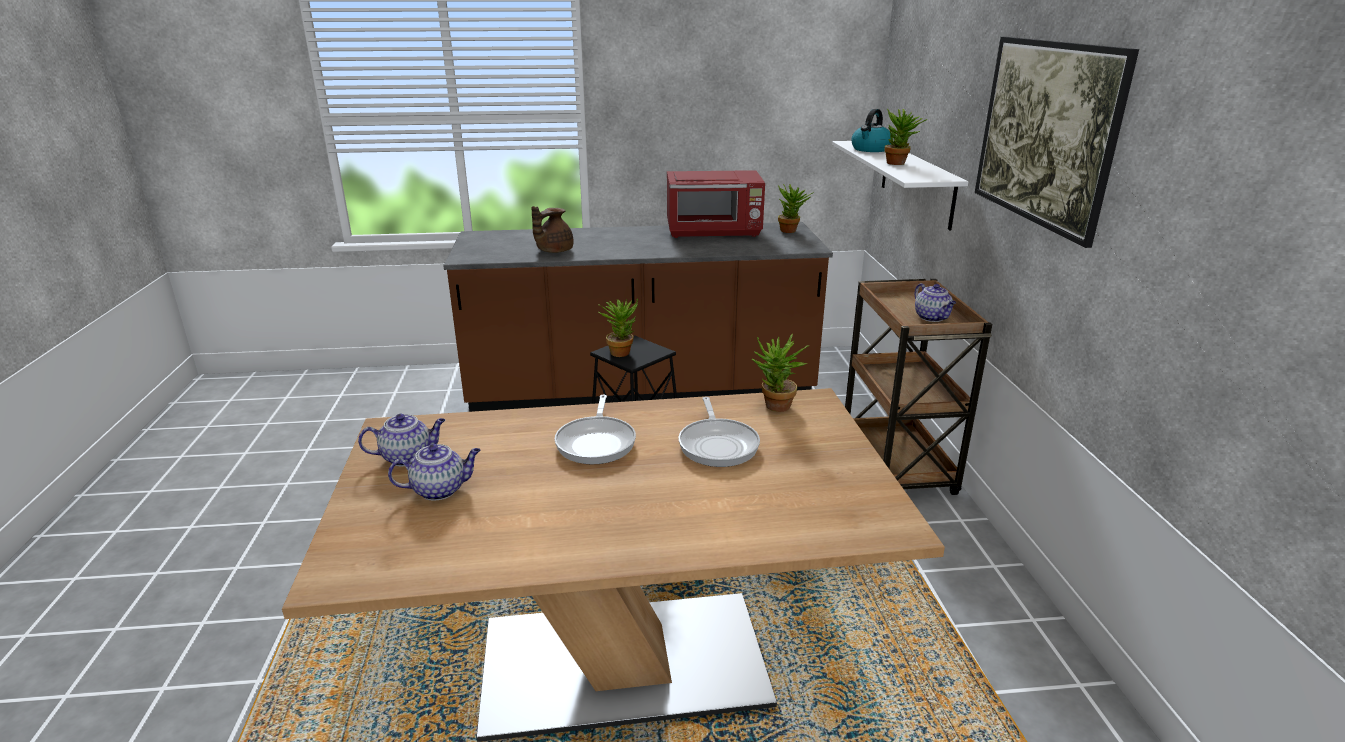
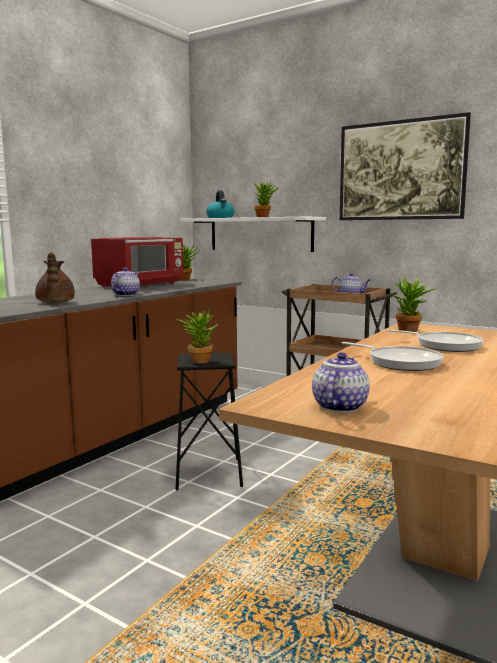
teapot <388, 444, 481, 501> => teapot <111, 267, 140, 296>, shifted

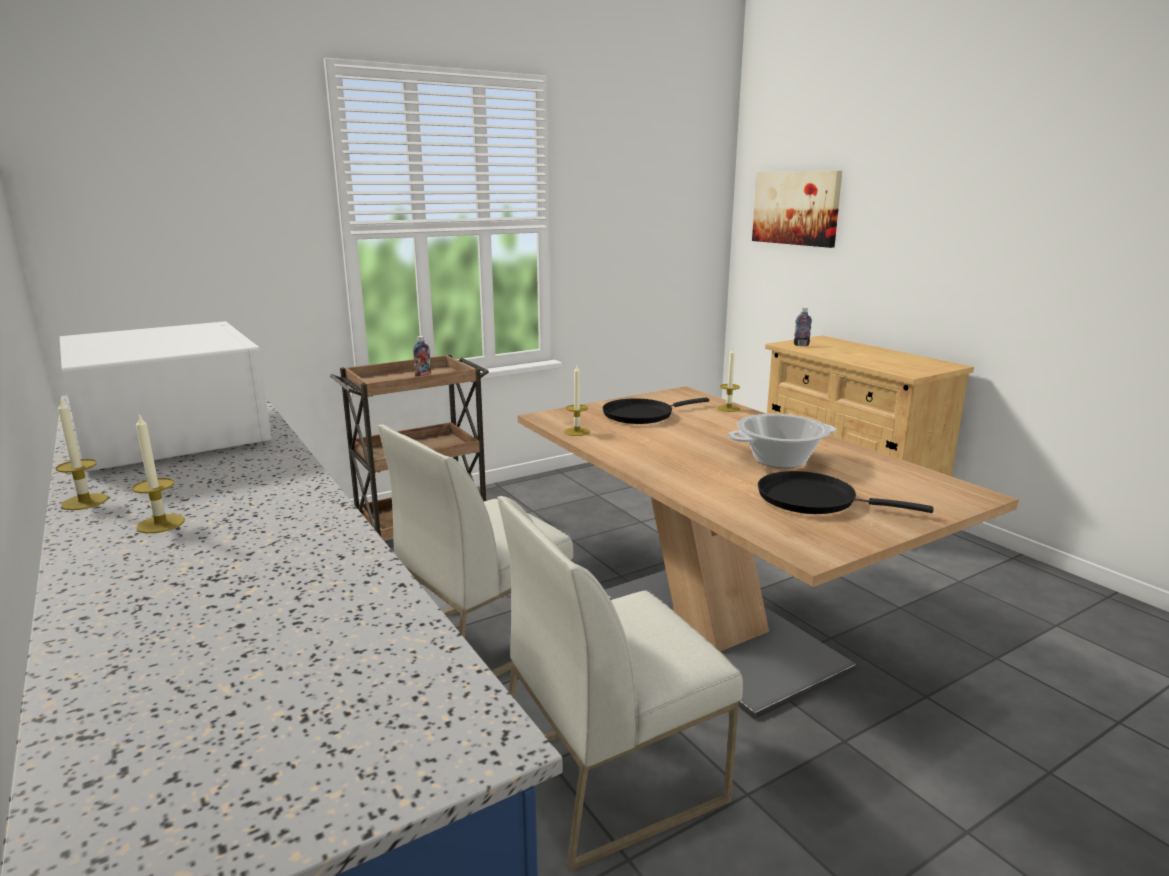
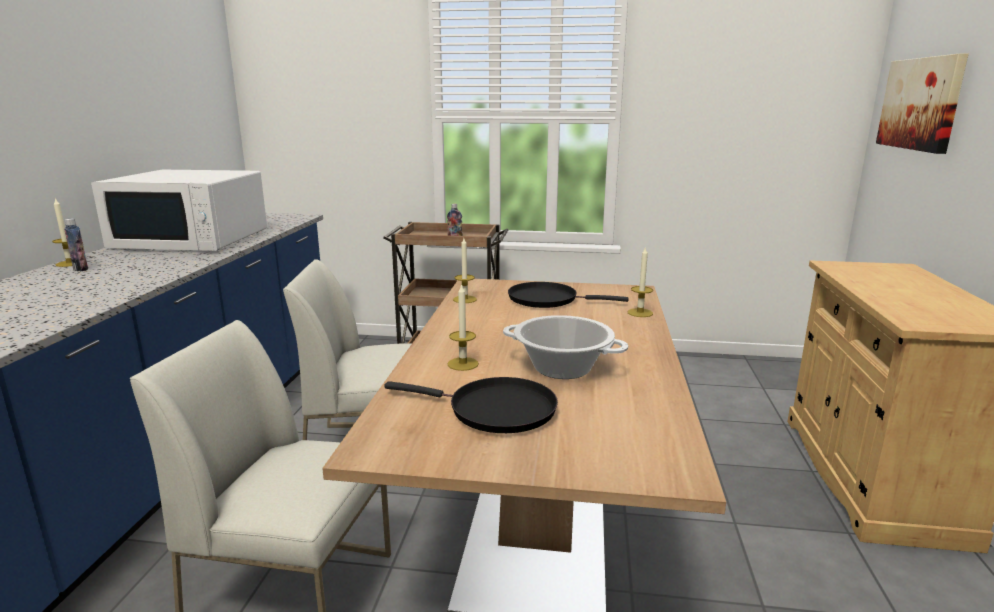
white_microwave <60, 321, 272, 472> => white_microwave <91, 170, 267, 251>, 90 degrees clockwise
candle <132, 413, 185, 533> => candle <448, 283, 479, 371>, shifted
black_frying_pan <758, 471, 933, 514> => black_frying_pan <384, 377, 558, 433>, 135 degrees clockwise
bottle <794, 308, 812, 346> => bottle <64, 219, 88, 271>, shifted

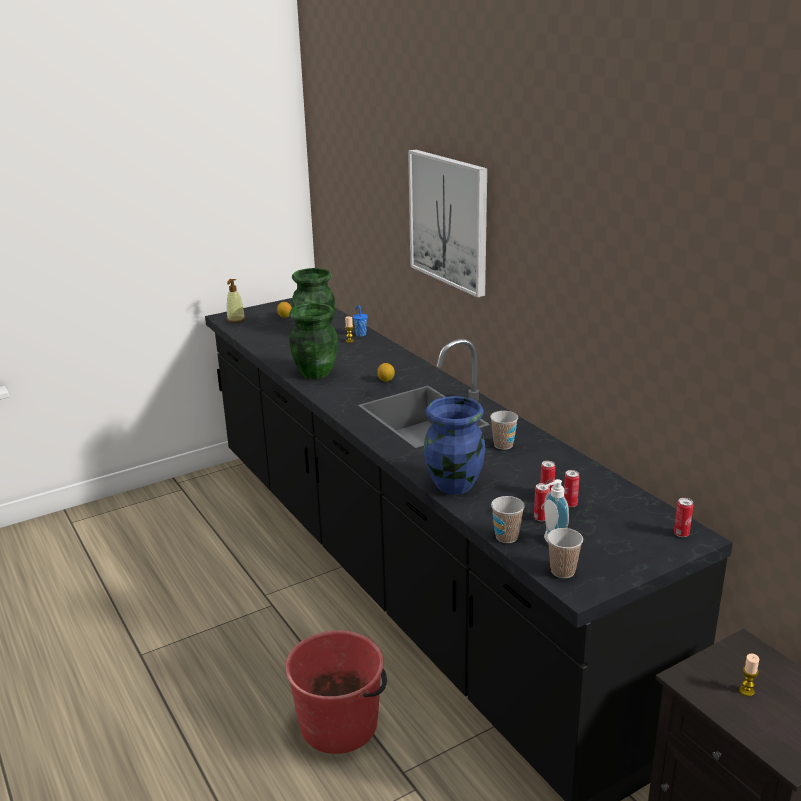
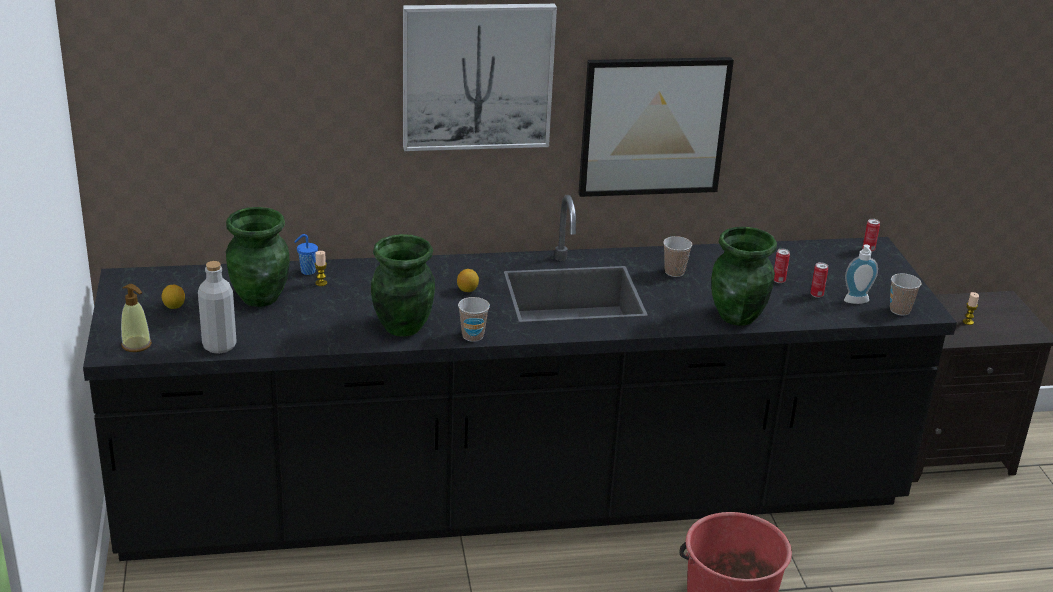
blue_vase <424, 396, 485, 495> => green_vase <711, 227, 777, 326>
cup <491, 496, 525, 543> => cup <458, 297, 490, 342>, shifted
can <564, 470, 580, 507> => nothing
nothing => grey_bottle <198, 261, 237, 354>
nothing => picture <578, 57, 734, 197>

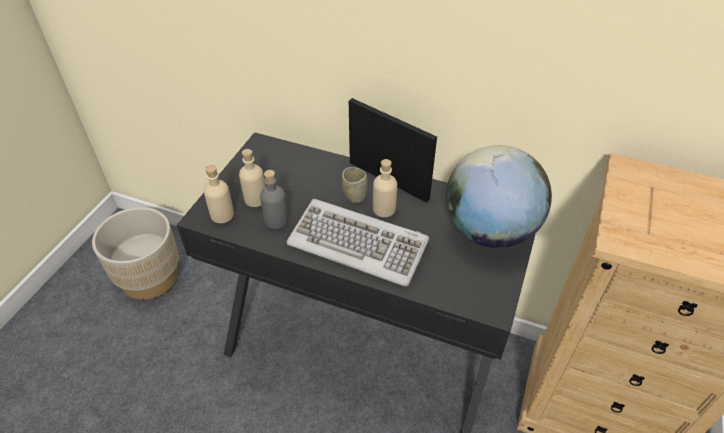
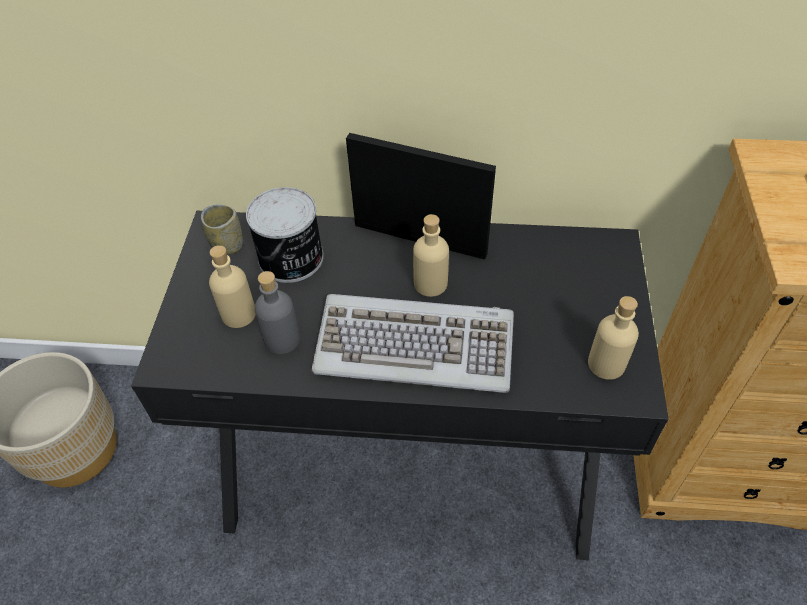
beige_bottle <204, 165, 234, 223> => beige_bottle <588, 296, 639, 380>, shifted
cup <342, 167, 367, 203> => cup <201, 204, 243, 254>, shifted
globe <446, 145, 552, 248> => nothing
nothing => can <246, 187, 324, 283>

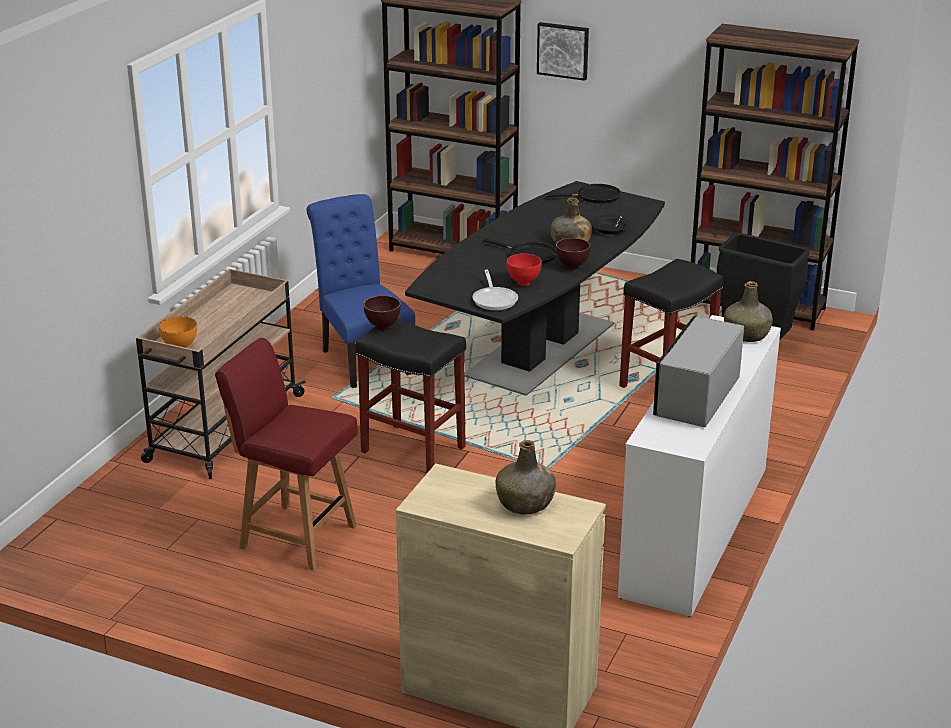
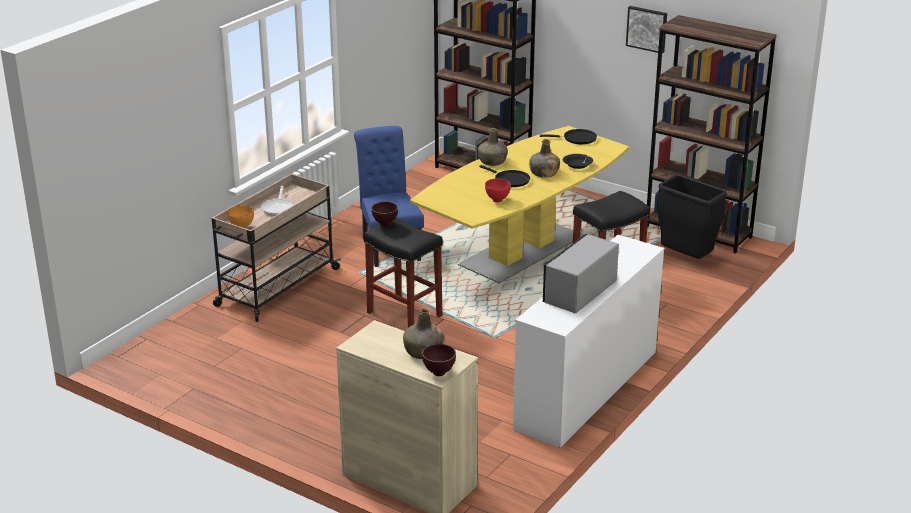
red_chair <215, 338, 358, 571> => nothing
black_dining_table <405, 181, 665, 396> => yellow_dining_table <410, 126, 629, 283>
frying_pan <472, 270, 518, 311> => frying_pan <261, 186, 294, 216>, shifted
picture <537, 22, 589, 81> => picture <626, 6, 667, 53>, shifted
brown_bowl <556, 238, 590, 270> => brown_bowl <422, 344, 456, 376>, shifted
green_bottle <724, 281, 773, 342> => green_bottle <478, 128, 508, 166>, shifted

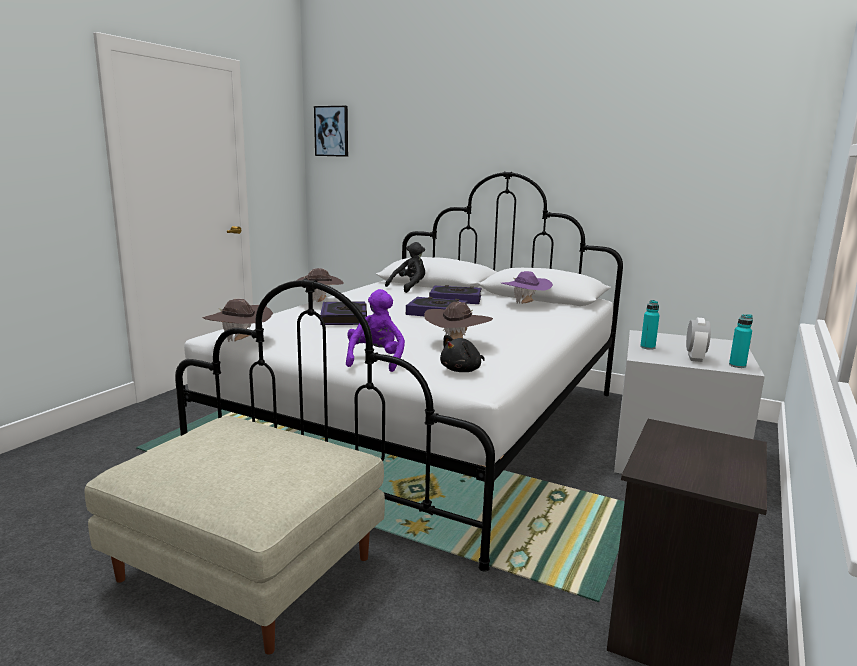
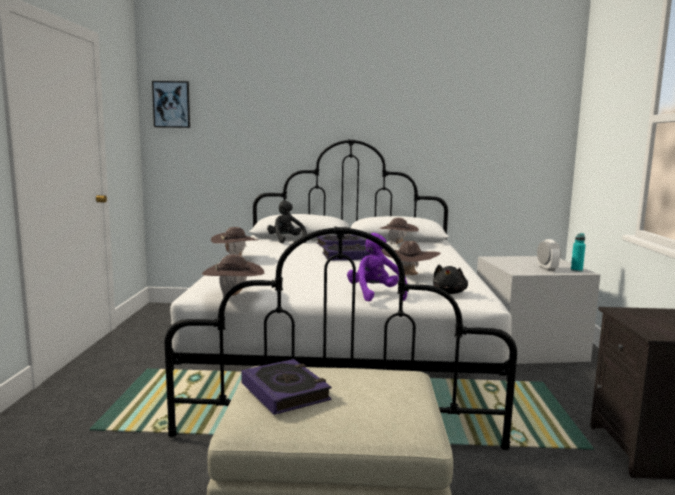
book <320, 302, 367, 325> => book <241, 359, 332, 415>, shifted
black_plush_toy <385, 242, 425, 293> => black_plush_toy <267, 200, 307, 244>, 45 degrees counterclockwise
purple_hat <501, 271, 553, 304> => brown_hat <378, 218, 419, 245>
turquoise_bottle <640, 300, 660, 350> => nothing

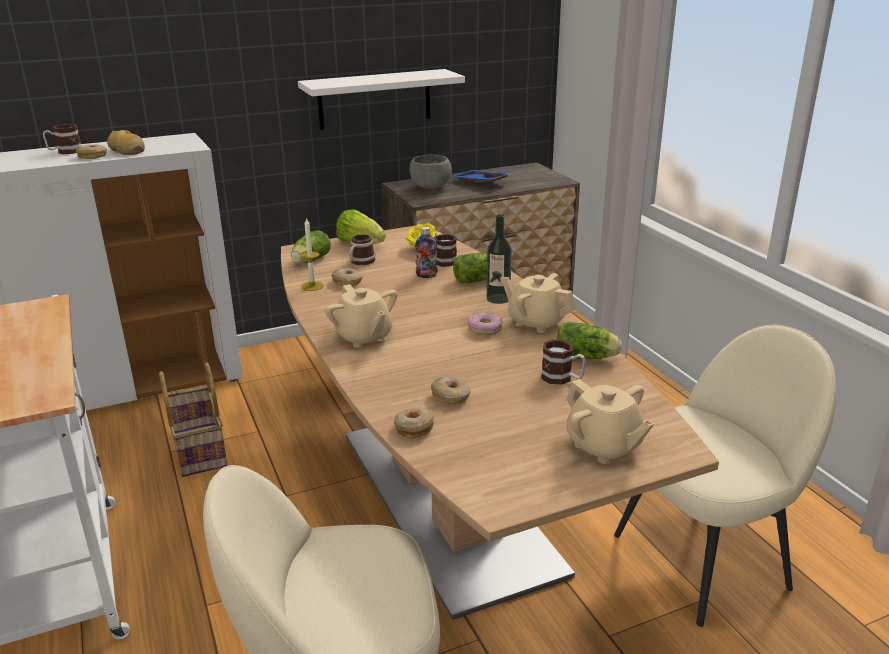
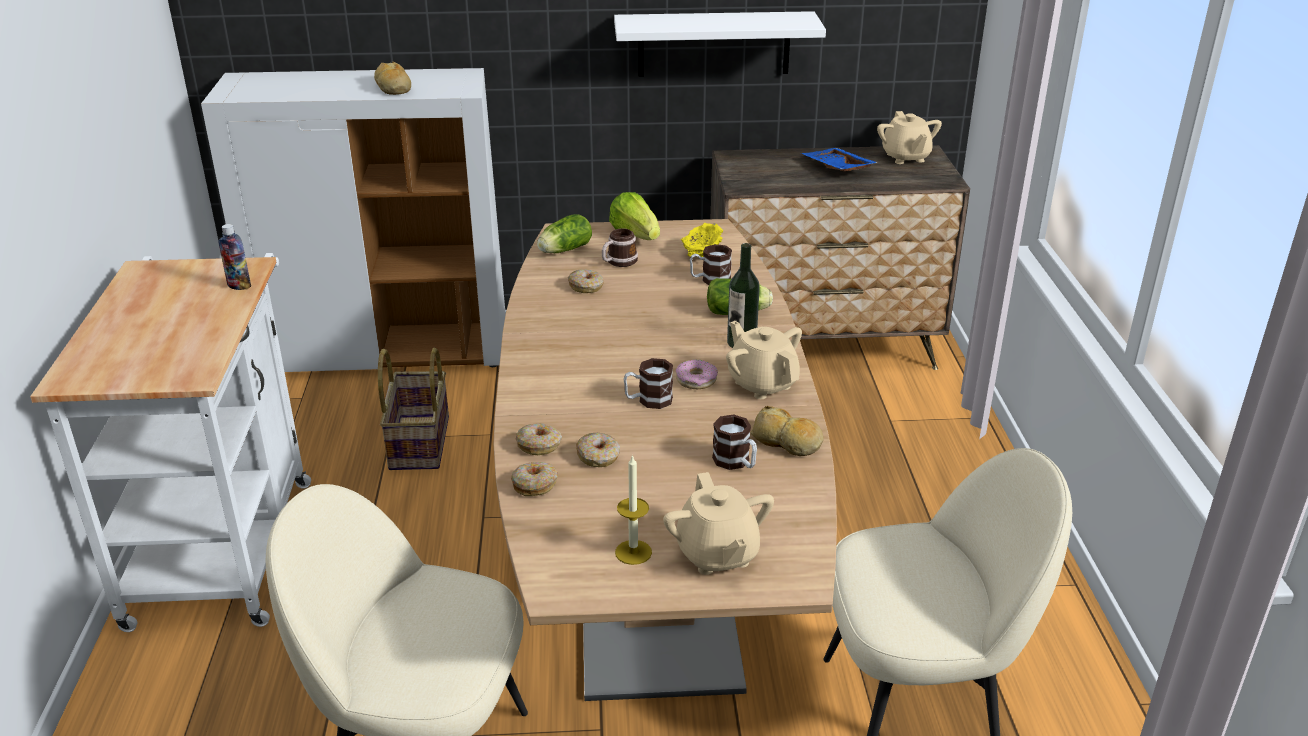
mug <43, 124, 81, 154> => mug <624, 358, 673, 409>, shifted
donut <76, 144, 107, 159> => donut <515, 423, 562, 455>, shifted
candle <300, 217, 324, 291> => candle <615, 454, 652, 565>, shifted
beige_teapot <325, 284, 397, 348> => beige_teapot <877, 111, 942, 164>, shifted
grey_bowl <410, 155, 452, 189> => nothing
bottle <415, 227, 437, 278> => bottle <218, 224, 251, 290>, shifted
lettuce <557, 322, 622, 359> => bread <751, 406, 824, 456>

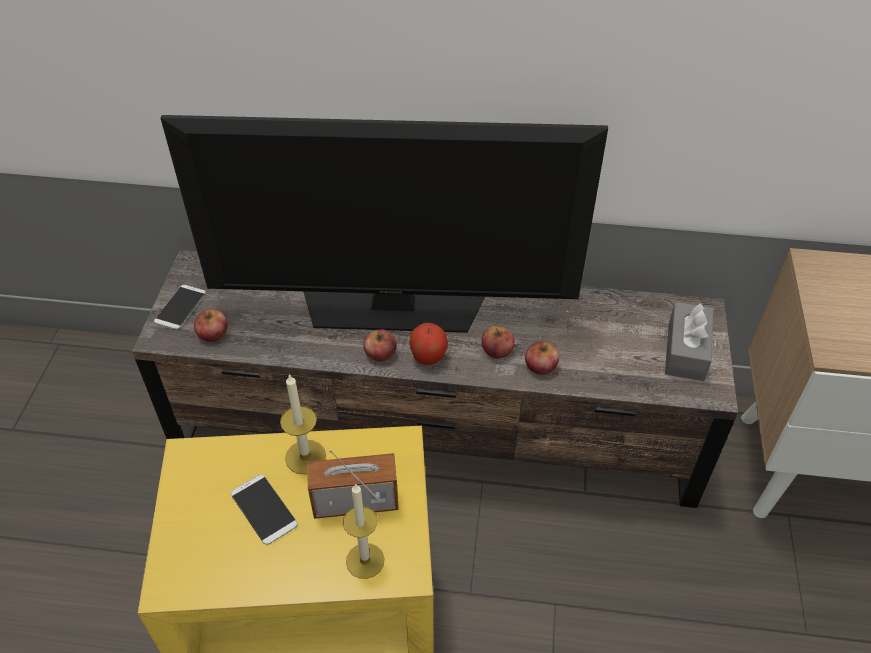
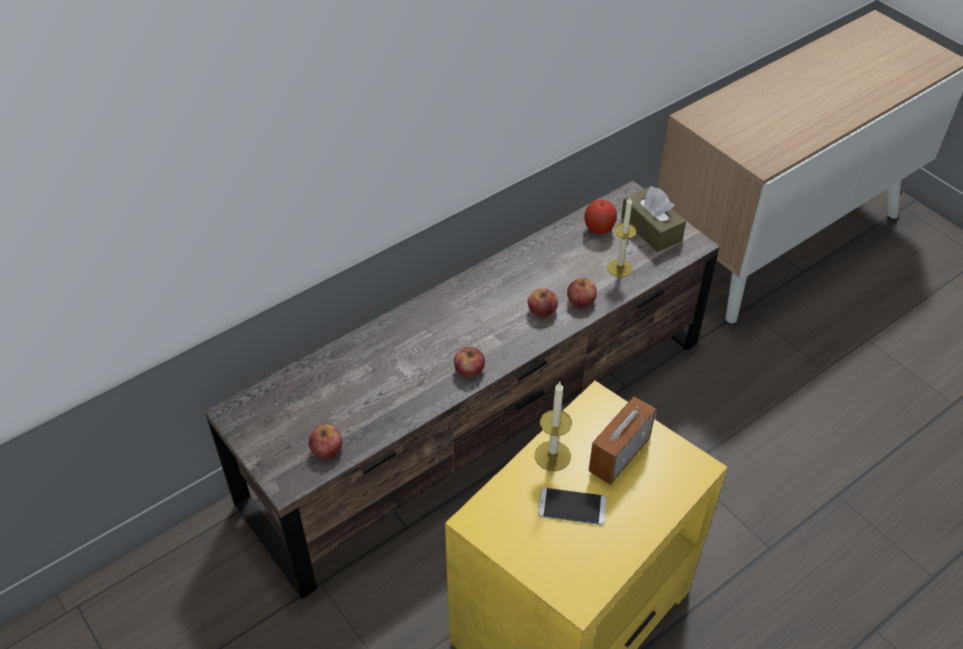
phone <154, 285, 206, 330> => nothing
television <160, 115, 608, 333> => nothing
candle <343, 483, 385, 579> => candle <607, 198, 636, 277>, shifted
apple <410, 323, 448, 365> => apple <584, 200, 617, 234>, shifted
grey_tissue_box <665, 302, 714, 381> => brown_tissue_box <621, 186, 686, 252>

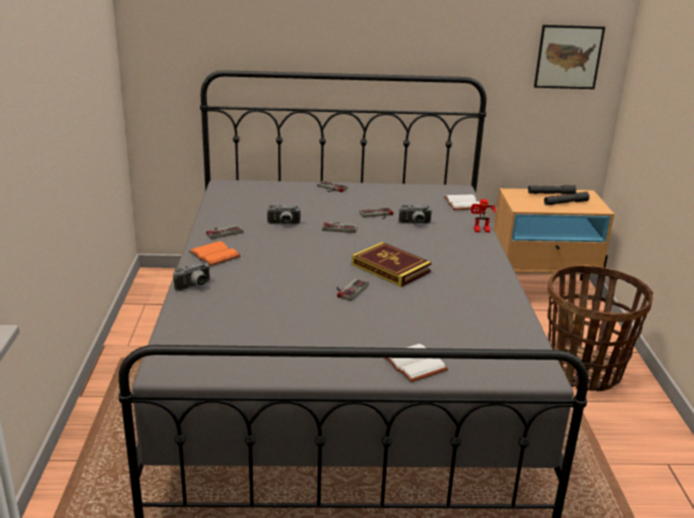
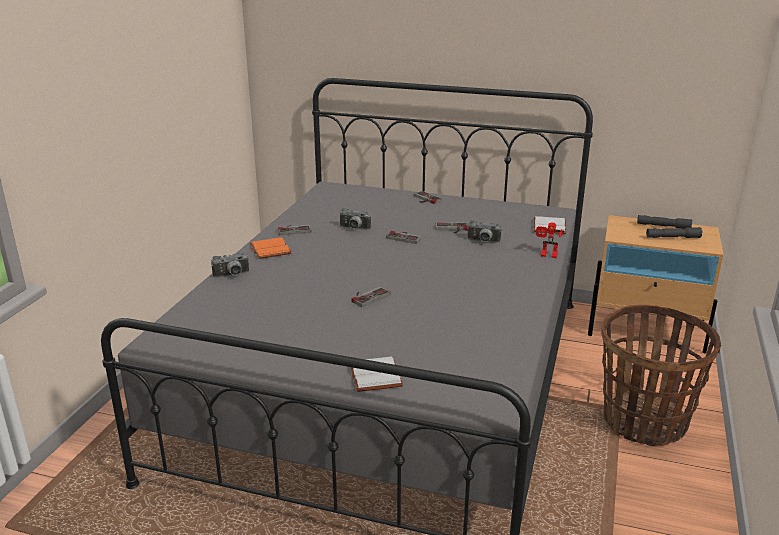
book <352, 242, 432, 287> => nothing
picture <534, 25, 605, 89> => nothing

